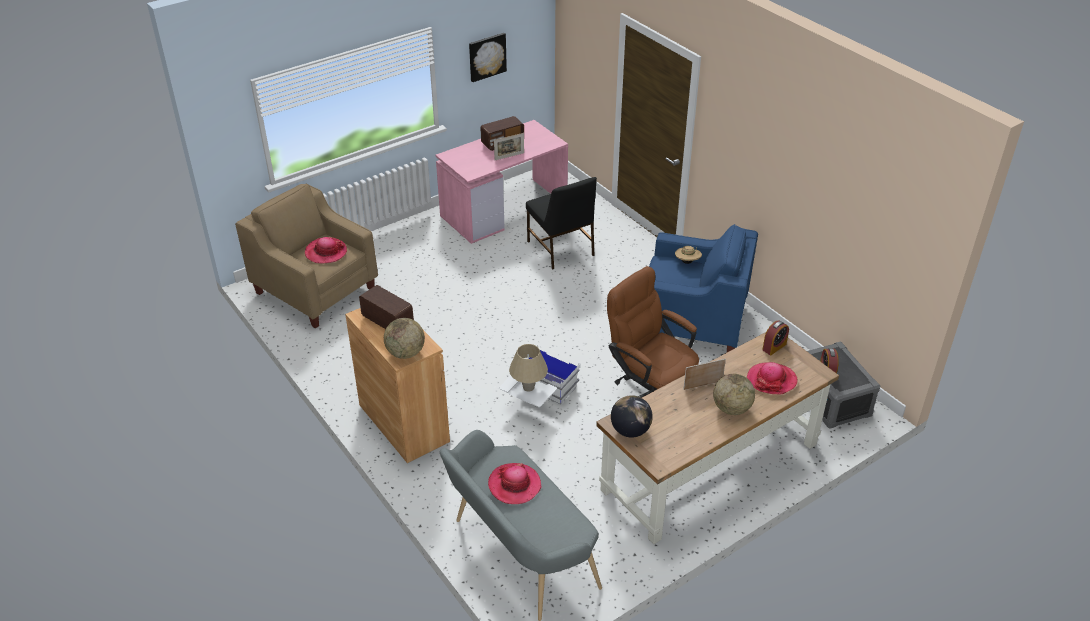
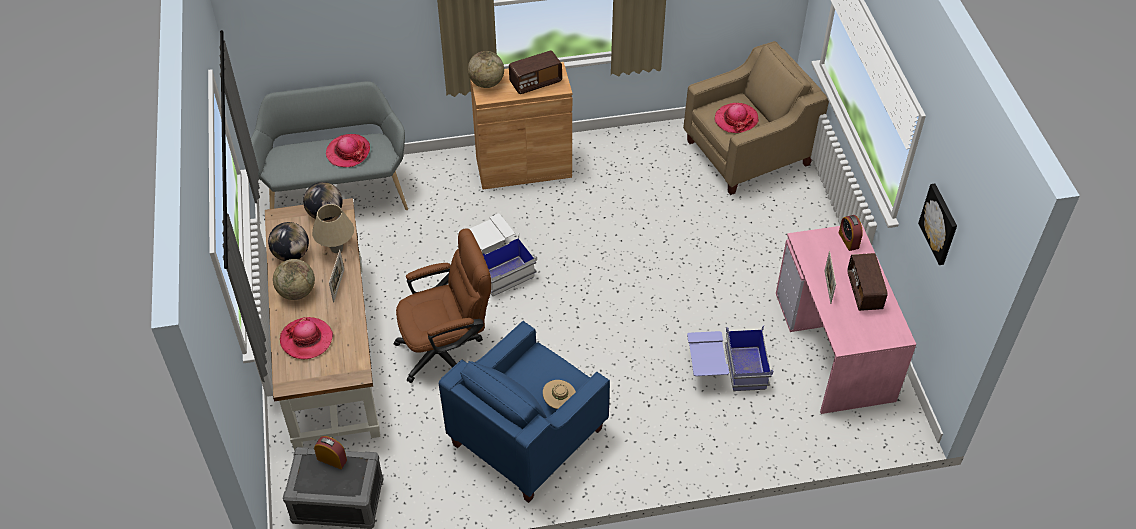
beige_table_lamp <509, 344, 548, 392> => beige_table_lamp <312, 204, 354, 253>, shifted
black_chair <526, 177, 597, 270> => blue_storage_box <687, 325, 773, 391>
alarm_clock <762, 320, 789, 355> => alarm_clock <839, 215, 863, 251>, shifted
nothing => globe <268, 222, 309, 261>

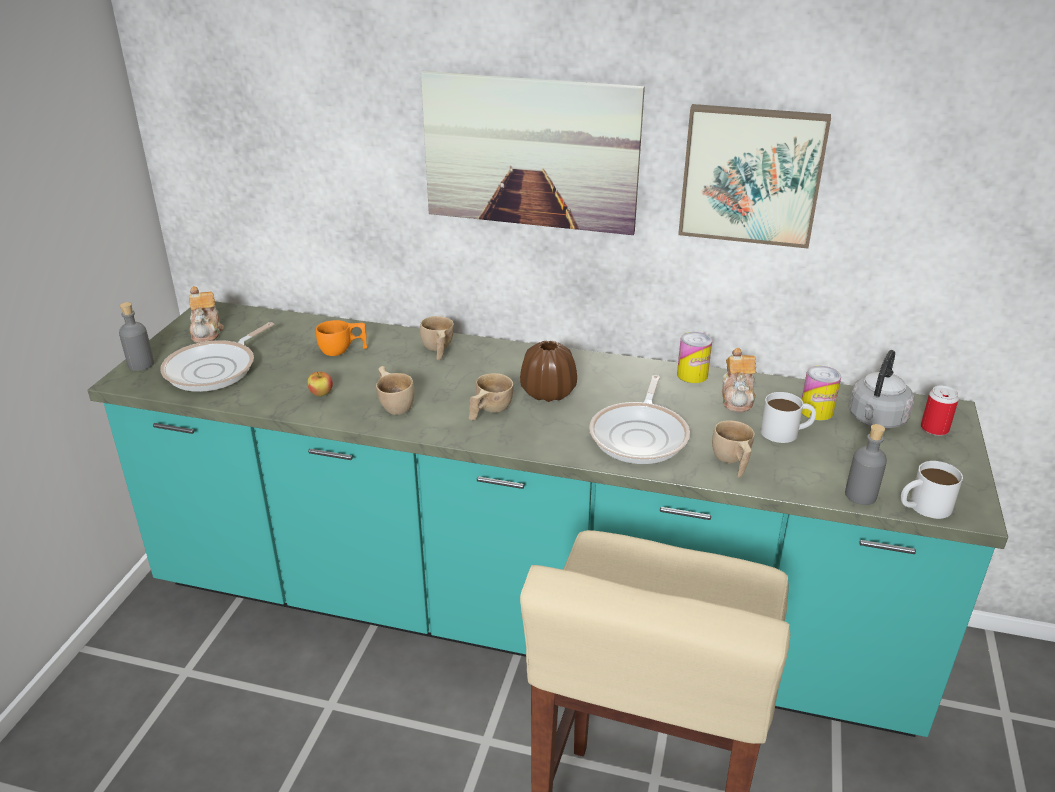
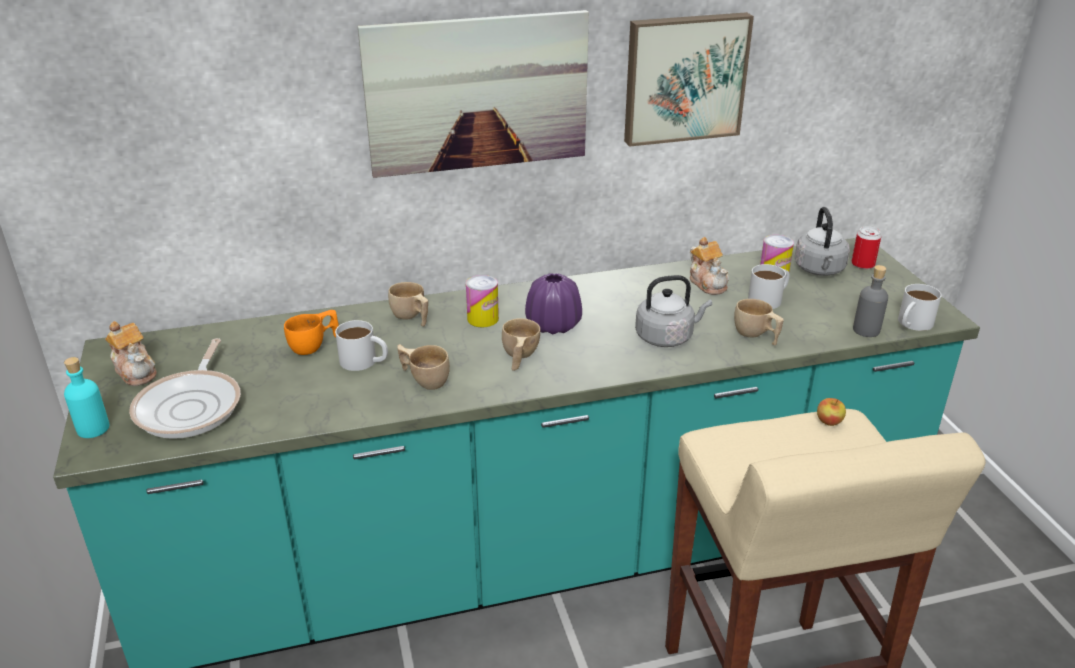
grey_bottle <119, 302, 154, 371> => turquoise_bottle <64, 357, 109, 438>
apple <307, 372, 333, 396> => apple <817, 398, 846, 426>, shifted
brown_vase <520, 341, 577, 402> => purple_vase <525, 273, 582, 334>
frying_pan <589, 375, 690, 464> => grey_kettle <635, 275, 712, 347>
can <677, 332, 712, 383> => can <466, 275, 499, 327>, shifted
nothing => white_mug <335, 320, 388, 371>

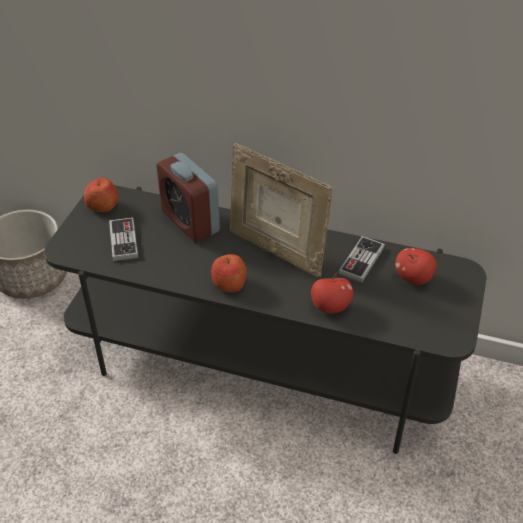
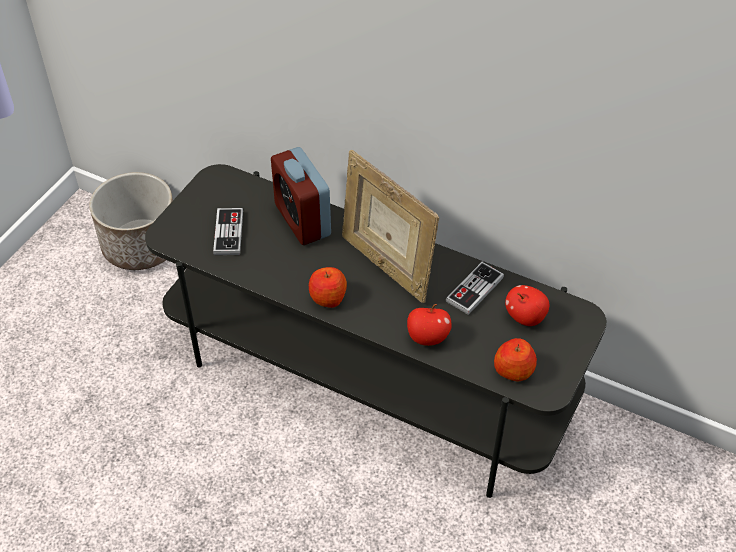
apple <84, 178, 118, 212> => apple <494, 338, 537, 381>, shifted

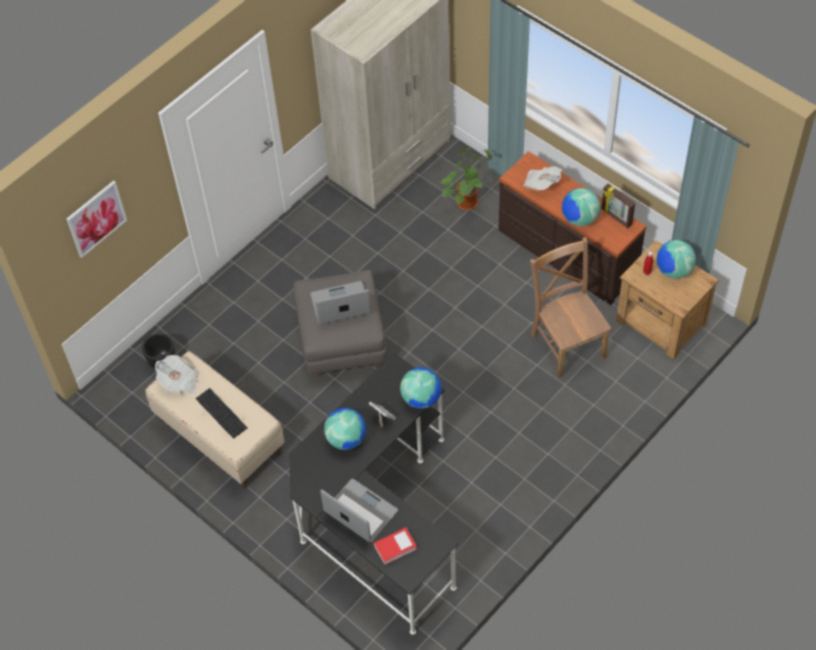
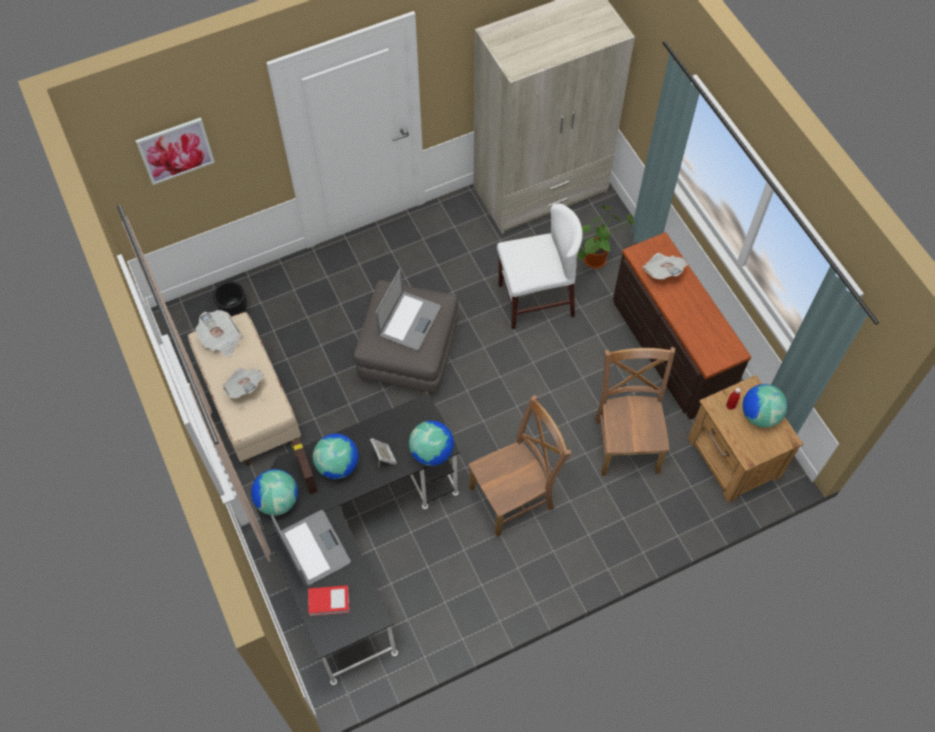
keyboard <196, 388, 248, 439> => newspaper <222, 367, 263, 398>
laptop <310, 281, 371, 325> => laptop <375, 269, 441, 350>, 105 degrees clockwise
globe <562, 188, 600, 226> => globe <251, 469, 298, 516>, shifted
picture_frame <601, 183, 635, 228> => picture_frame <291, 438, 318, 495>, shifted
nothing => brown_chair <468, 395, 571, 537>
nothing => white_chair <497, 203, 582, 329>

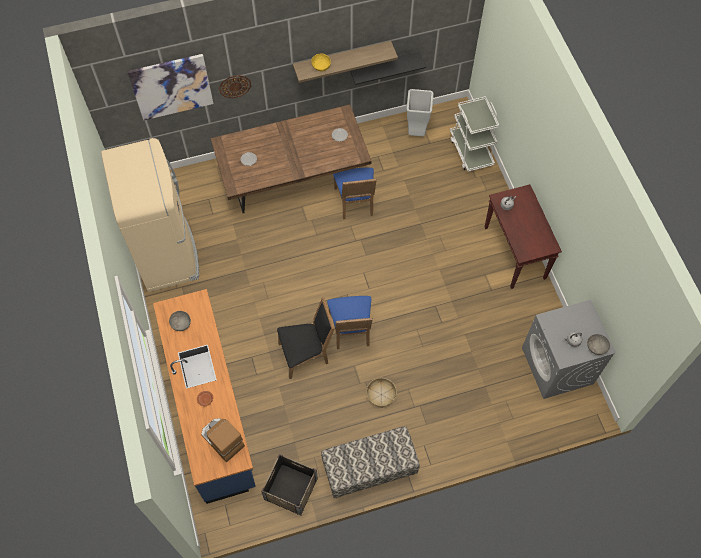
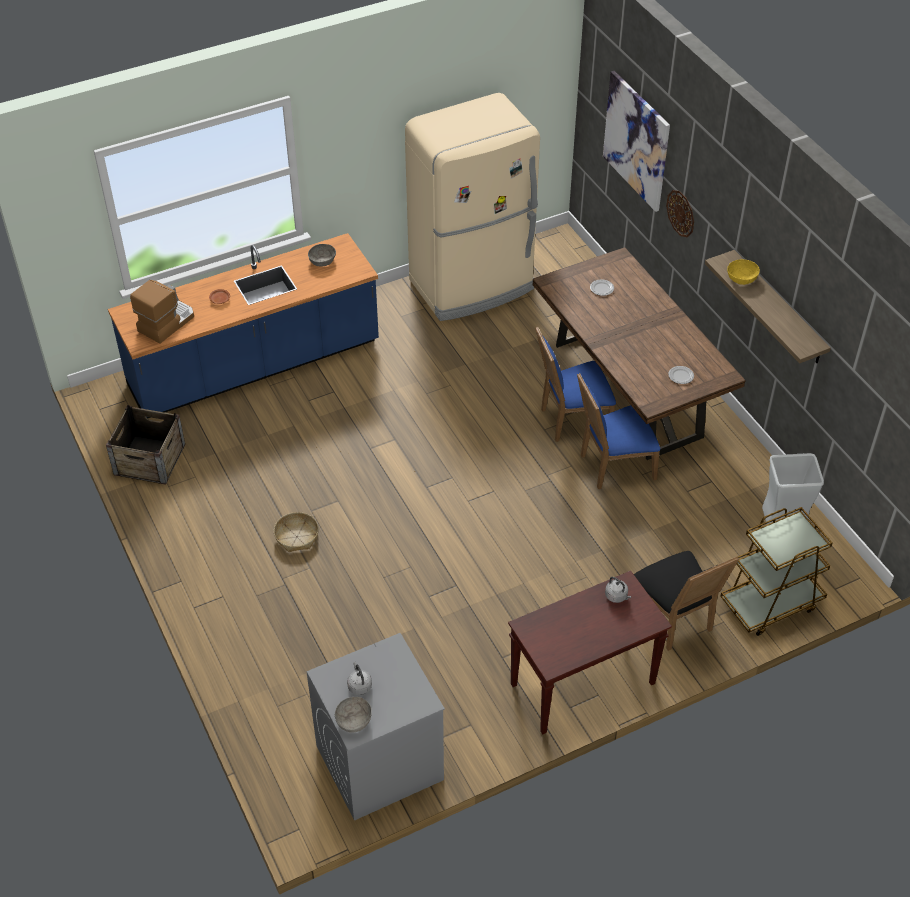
black_chair <277, 298, 335, 379> => black_chair <634, 551, 739, 651>, shifted
bench <321, 426, 420, 498> => nothing
blue_chair <327, 296, 373, 349> => blue_chair <535, 326, 616, 442>, shifted
black_shelf <350, 52, 426, 85> => nothing
white_cart <450, 96, 499, 172> => brown_cart <720, 507, 833, 636>

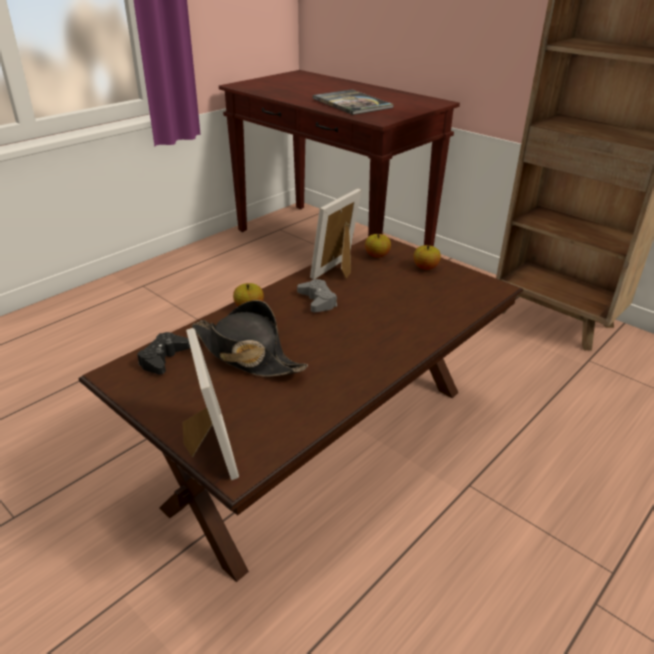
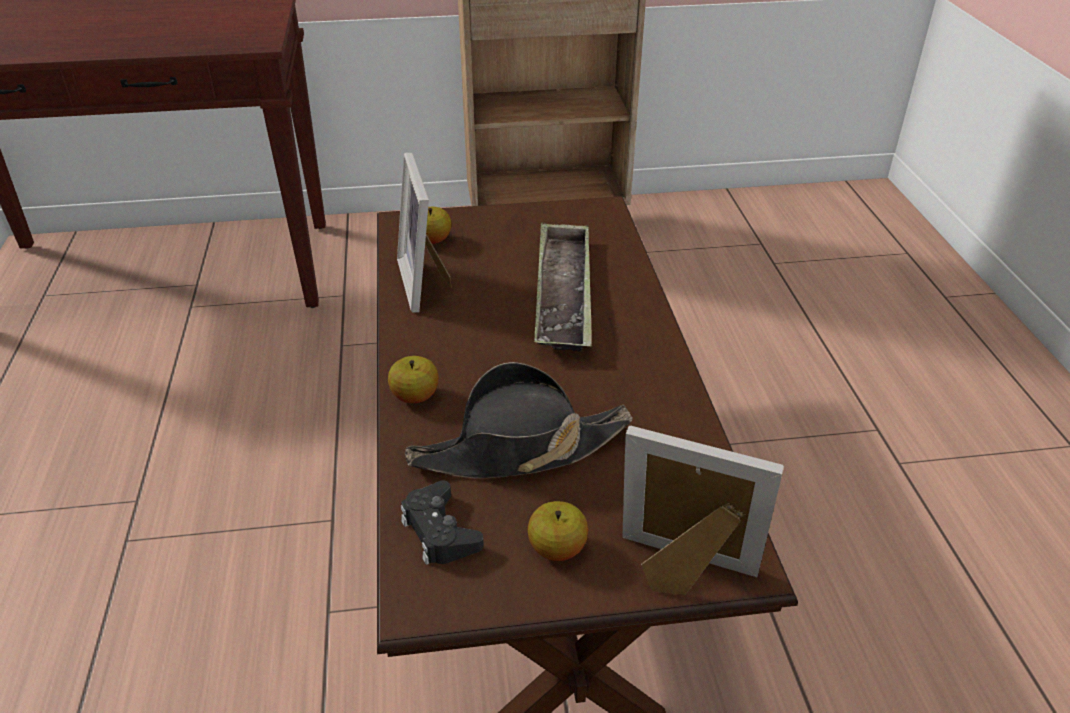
grey_game_controller <297, 279, 337, 312> => nothing
book <313, 89, 394, 115> => nothing
apple <414, 245, 441, 270> => apple <528, 501, 588, 561>, shifted
nothing => tray <534, 222, 592, 352>

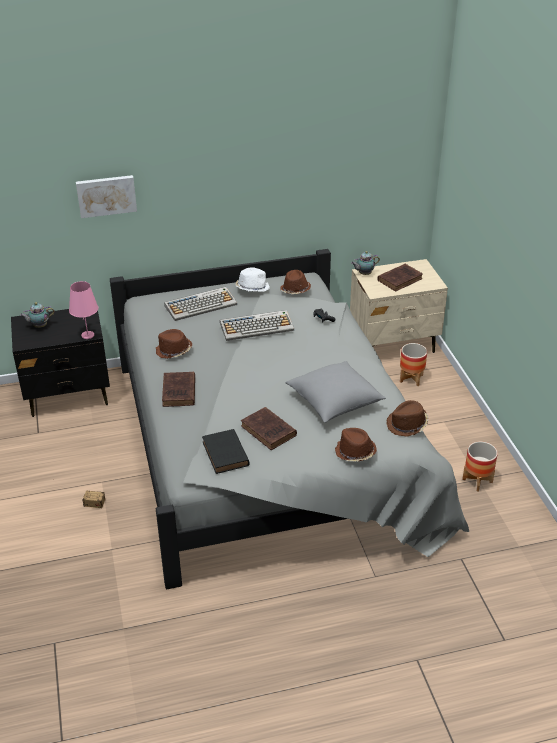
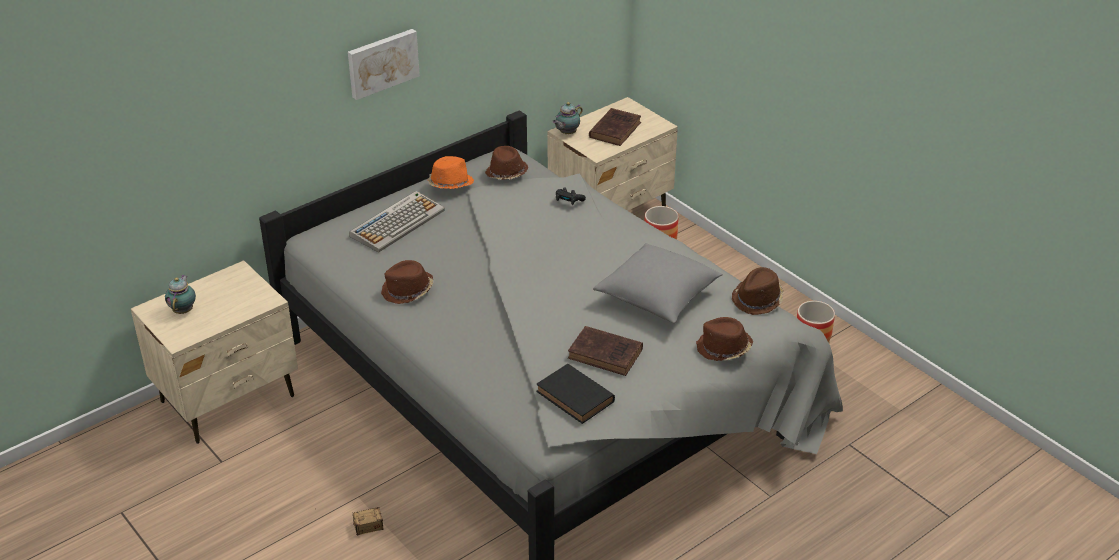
black_nightstand <11, 309, 110, 417> => beige_nightstand <131, 260, 298, 444>
teapot <20, 302, 55, 328> => teapot <165, 275, 196, 314>, 135 degrees clockwise
pink_table_lamp <69, 281, 99, 339> => nothing
picture <76, 175, 137, 218> => picture <348, 29, 420, 100>, shifted
brown_book <162, 372, 195, 407> => nothing
keyboard <220, 310, 294, 341> => nothing
white_hat <235, 268, 270, 292> => orange_hat <428, 156, 474, 189>

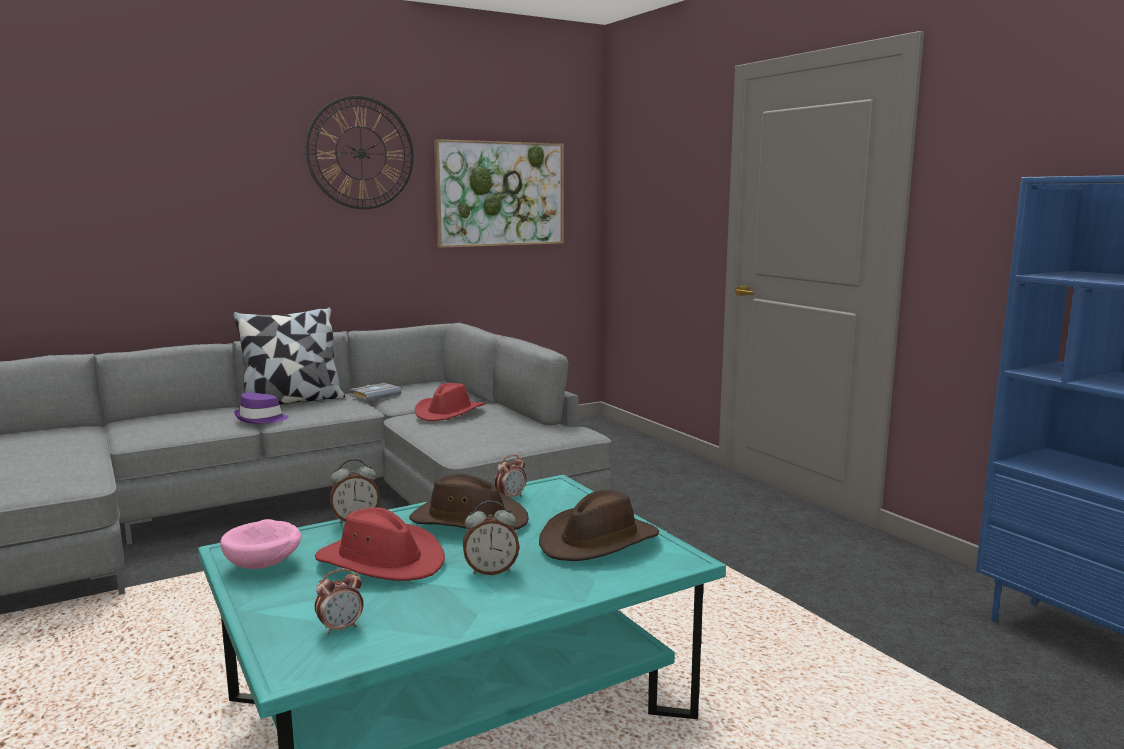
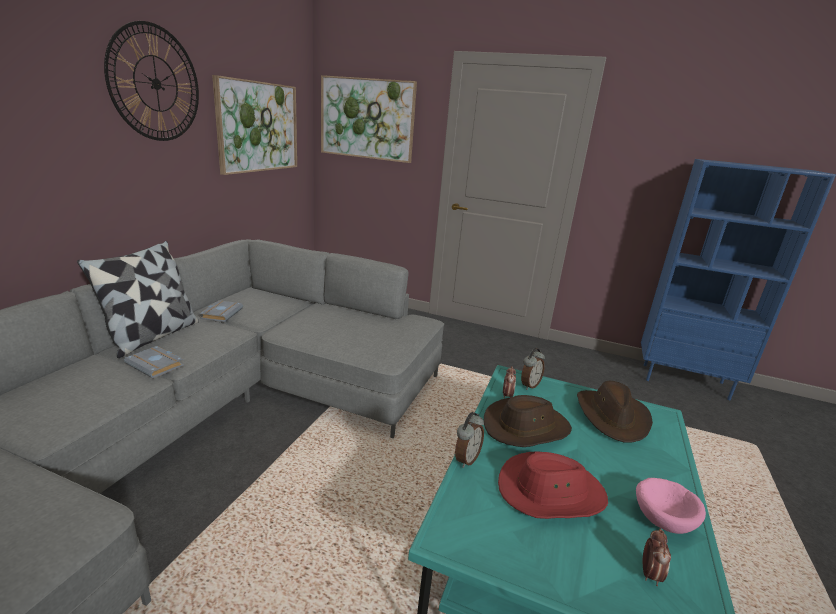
pink_bowl <220, 519, 301, 569> => pink_bowl <636, 478, 706, 534>, shifted
purple_hat <234, 392, 289, 423> => grey_book <124, 346, 184, 379>
red_hat <415, 383, 484, 421> => nothing
alarm_clock <463, 500, 519, 575> => alarm_clock <521, 348, 545, 390>, shifted
nothing => picture <321, 75, 417, 163>

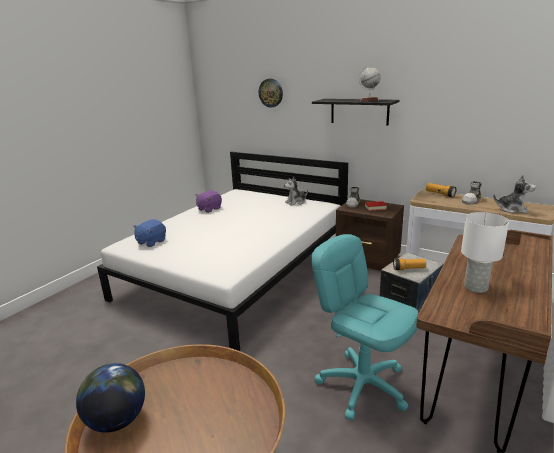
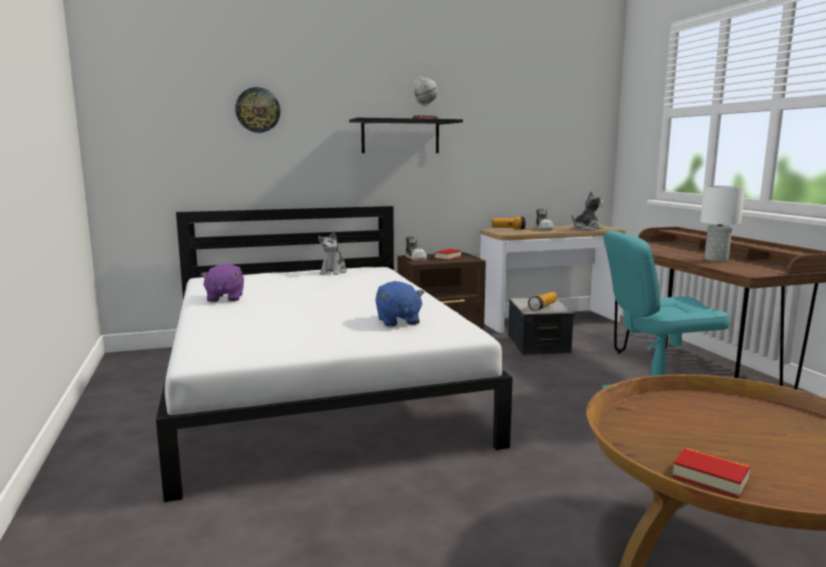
globe <76, 363, 145, 433> => book <672, 447, 750, 499>
blue_plush_toy <133, 219, 166, 247> => blue_plush_toy <375, 281, 425, 327>, shifted

